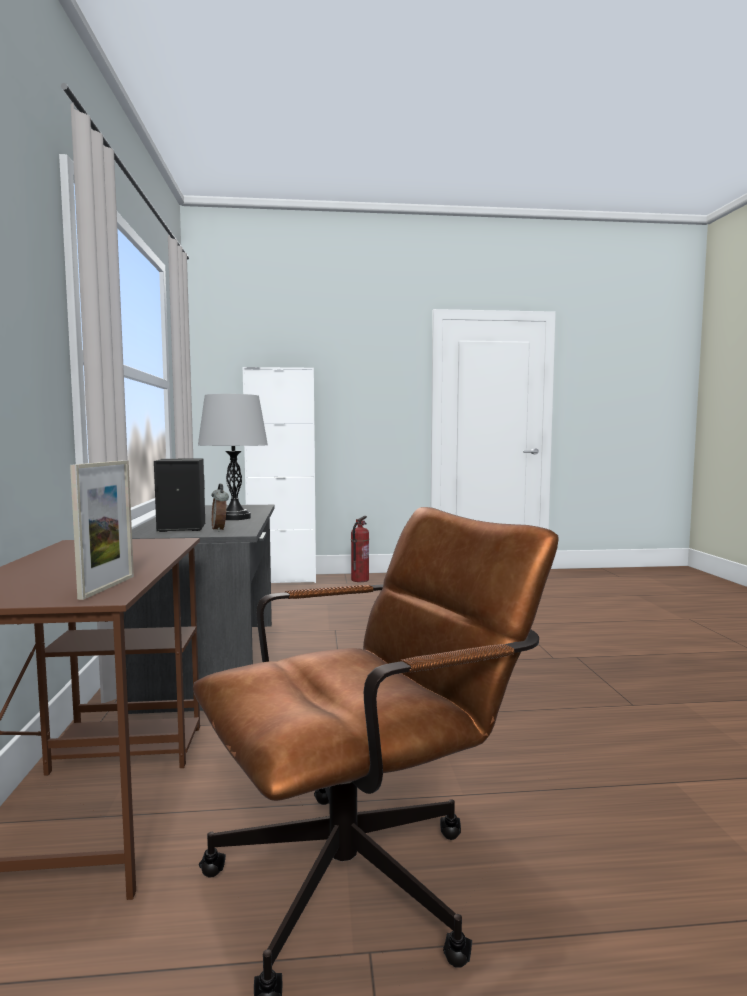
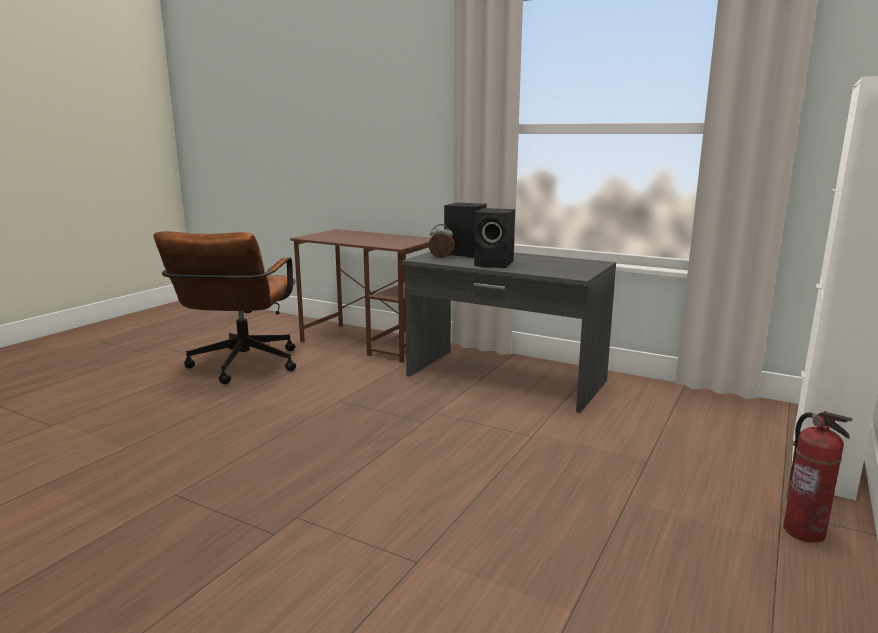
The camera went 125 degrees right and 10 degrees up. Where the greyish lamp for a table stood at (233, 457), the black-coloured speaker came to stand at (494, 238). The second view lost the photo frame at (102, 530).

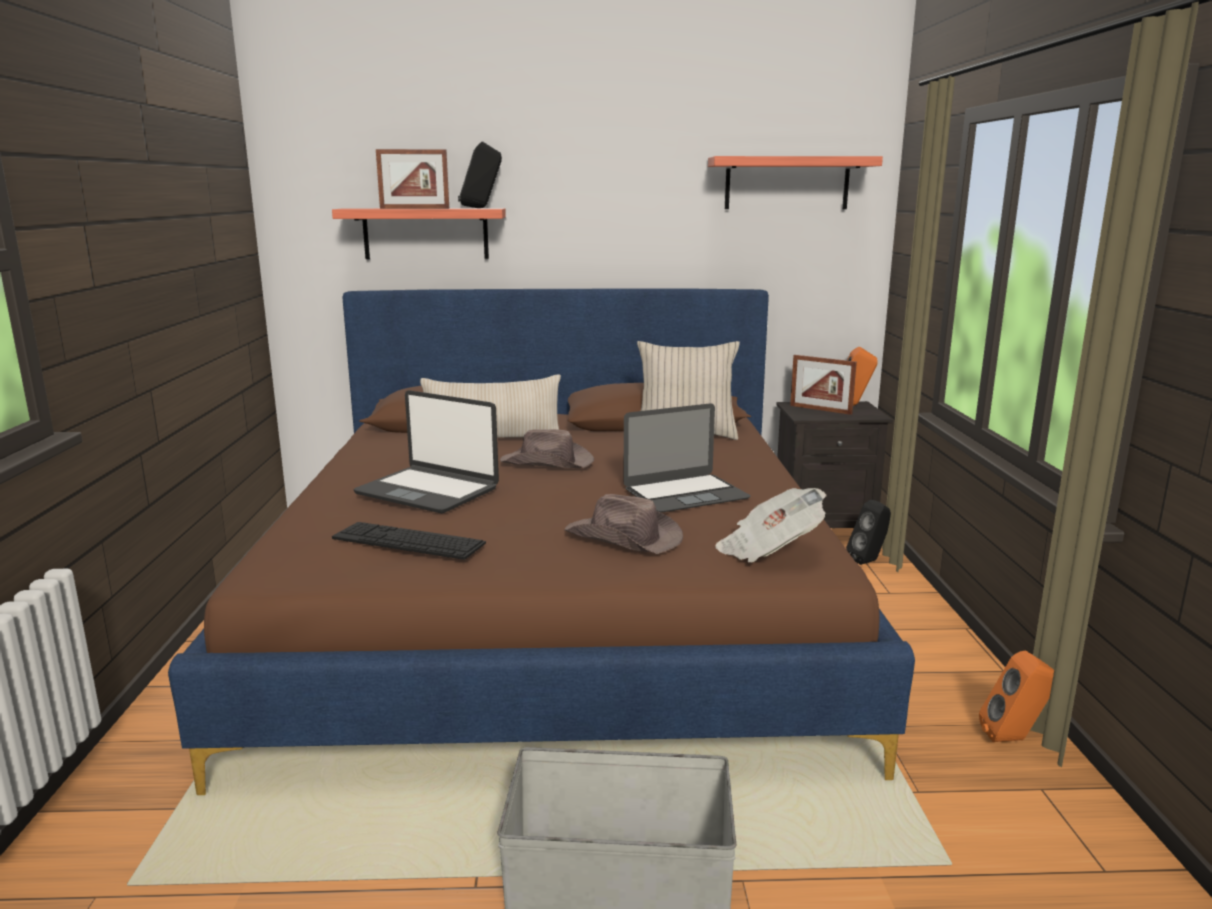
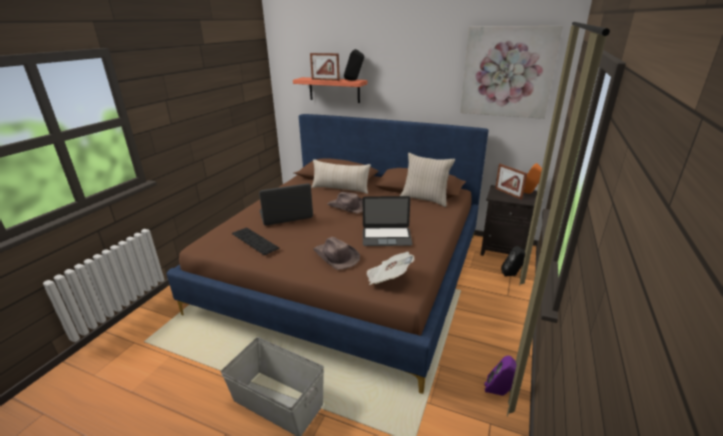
The camera went 25 degrees right and 10 degrees up. The notebook computer at (426, 451) ended up facing another way, 105 degrees clockwise from before. Where the bracket shelf hung at (795, 182), the picture came to hang at (511, 72). What was the orangey speaker at (1016, 696) turned into the purple-coloured speaker at (500, 376).

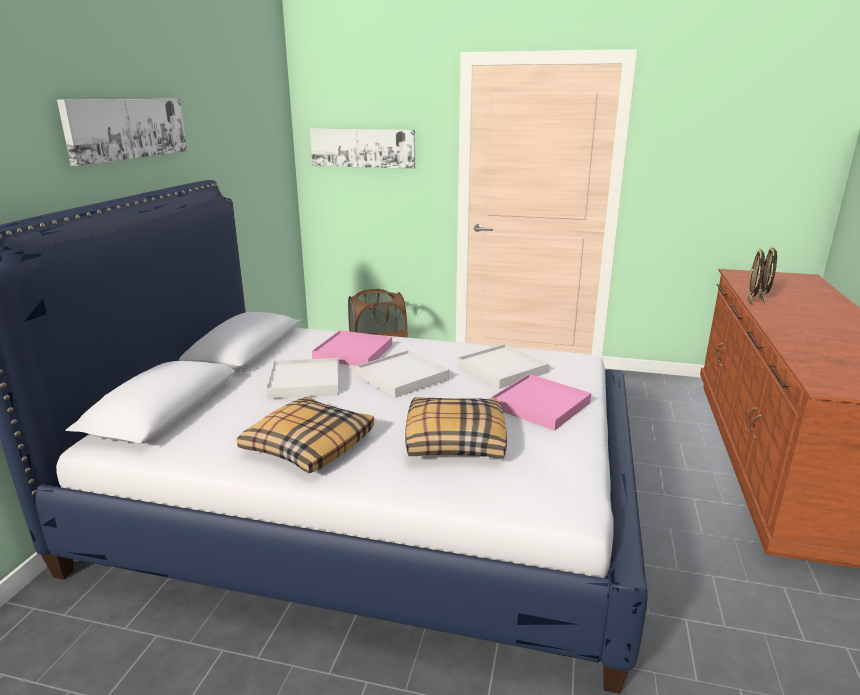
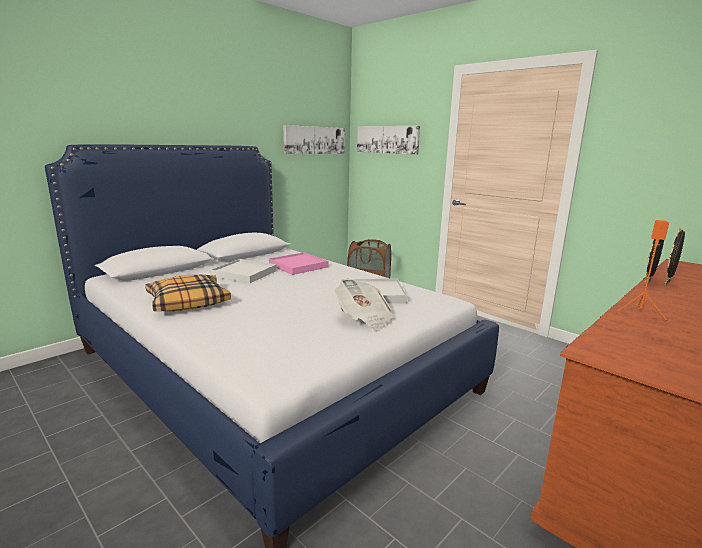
The camera went 30 degrees right and 5 degrees down. The picture ended up elsewhere, having gone from (122, 132) to (314, 139). Where the pinkish serving tray stood at (541, 402), the newspaper came to stand at (364, 305). The second view gained the orangey speaker at (642, 271). The second view lost the white serving tray at (402, 374). The second view lost the pillow at (456, 427).

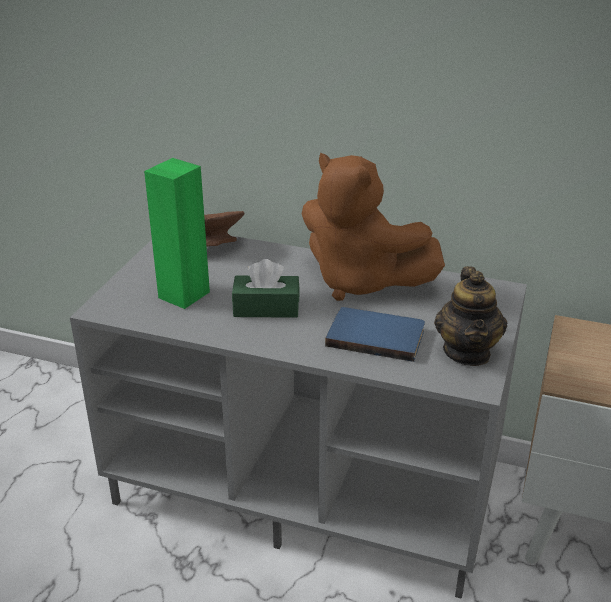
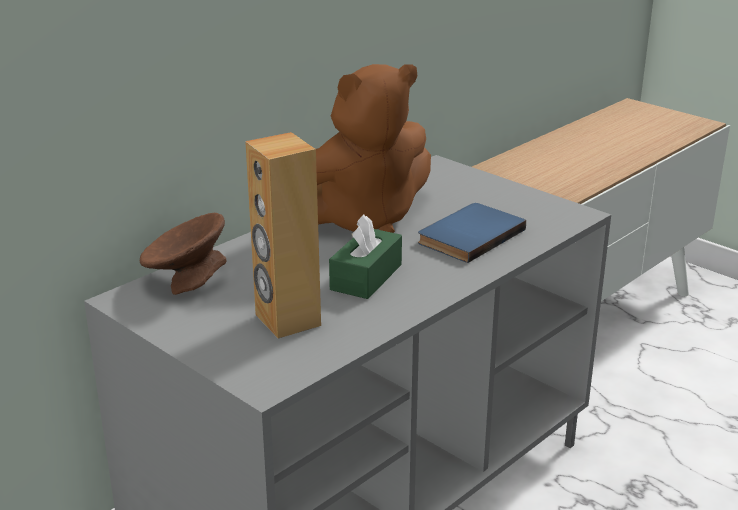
The camera went 65 degrees left and 5 degrees down. What was the green speaker at (177, 233) turned into the brown speaker at (283, 235). The second view lost the pot for tea at (470, 316).

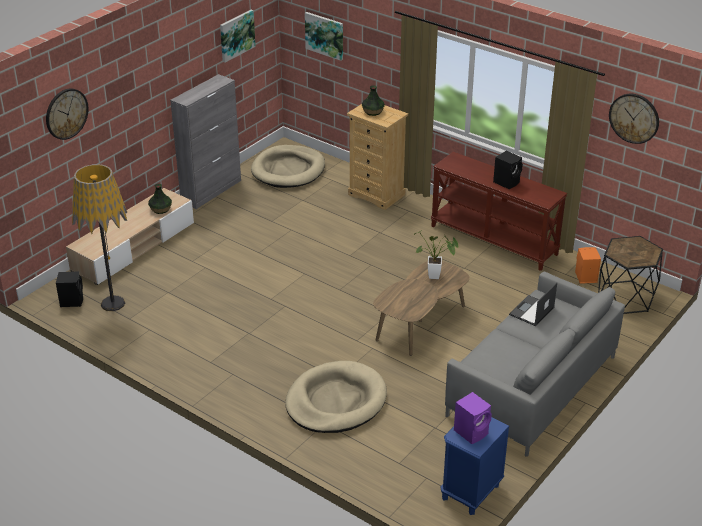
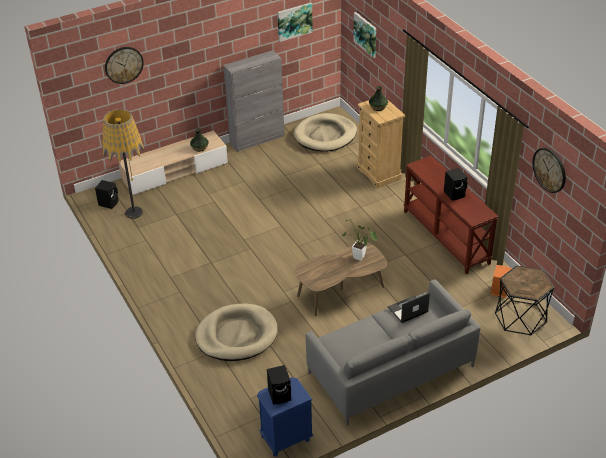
The camera went 25 degrees right and 5 degrees up. What was the purple-coloured speaker at (473, 418) turned into the black-coloured speaker at (279, 385).

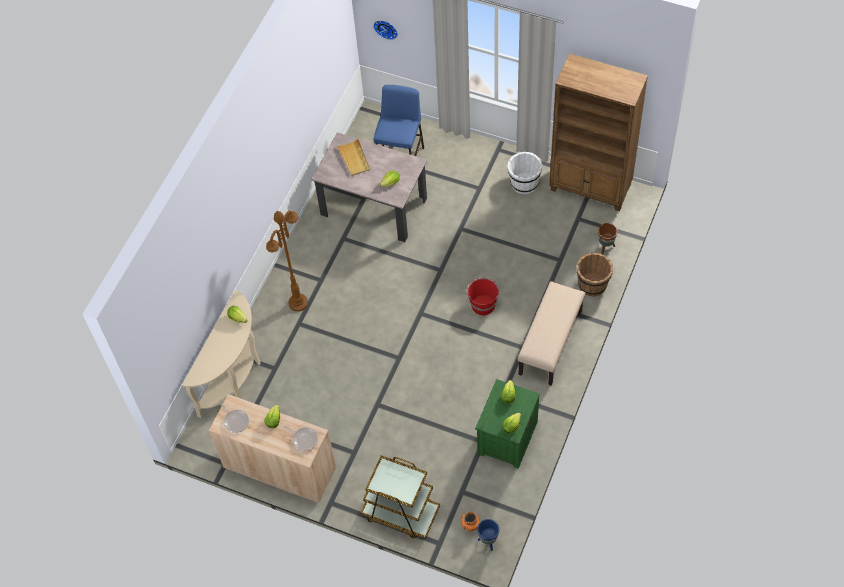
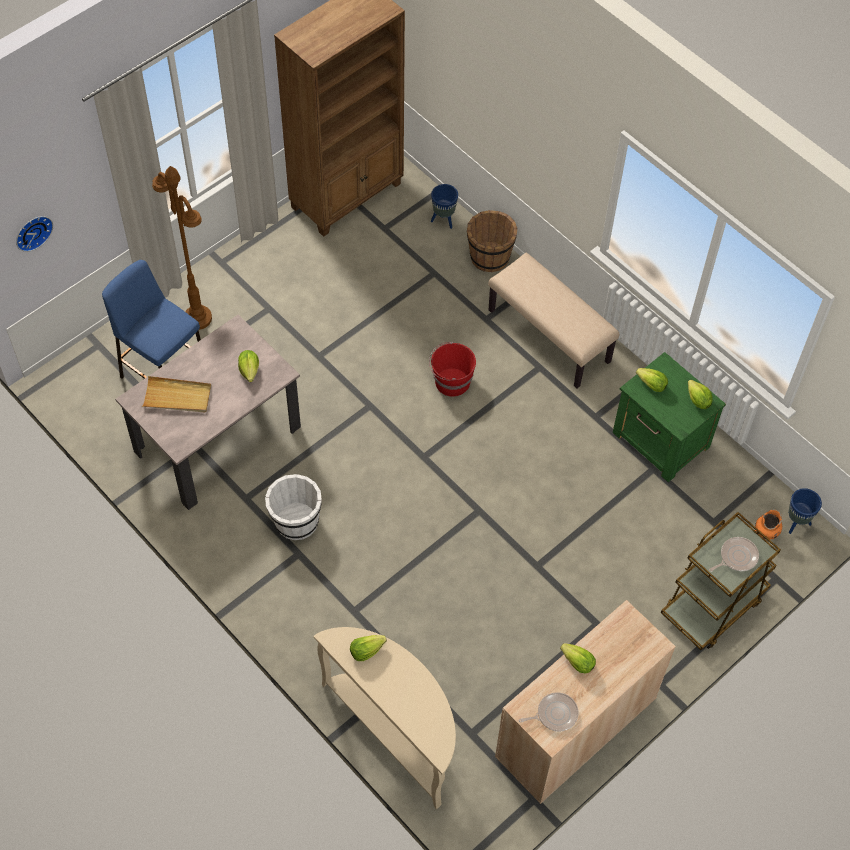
The camera went 70 degrees left and 0 degrees up. The brown standard lamp ended up elsewhere, having gone from (287, 261) to (182, 248). The white bucket ended up elsewhere, having gone from (524, 173) to (293, 507). What was the brown flower pot at (608, 238) turned into the blue flower pot at (444, 206). The frying pan ended up elsewhere, having gone from (301, 438) to (734, 554).

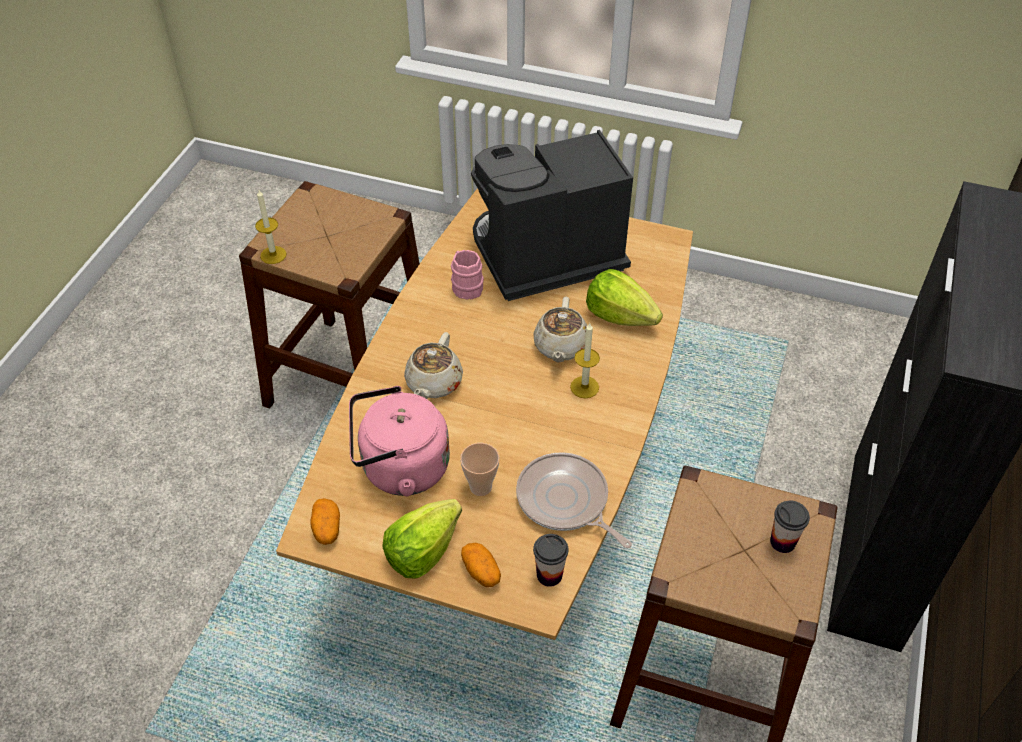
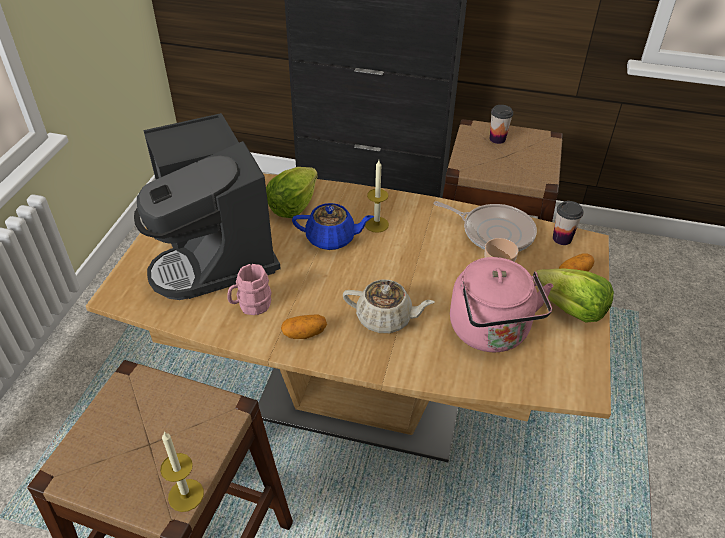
The camera went 95 degrees left and 5 degrees down. The whole potato ended up elsewhere, having gone from (325, 521) to (304, 326). What was the beige pot for tea at (560, 329) turned into the blue pot for tea at (333, 226). The frying pan at (574, 500) ended up facing another way, 105 degrees counterclockwise from before.

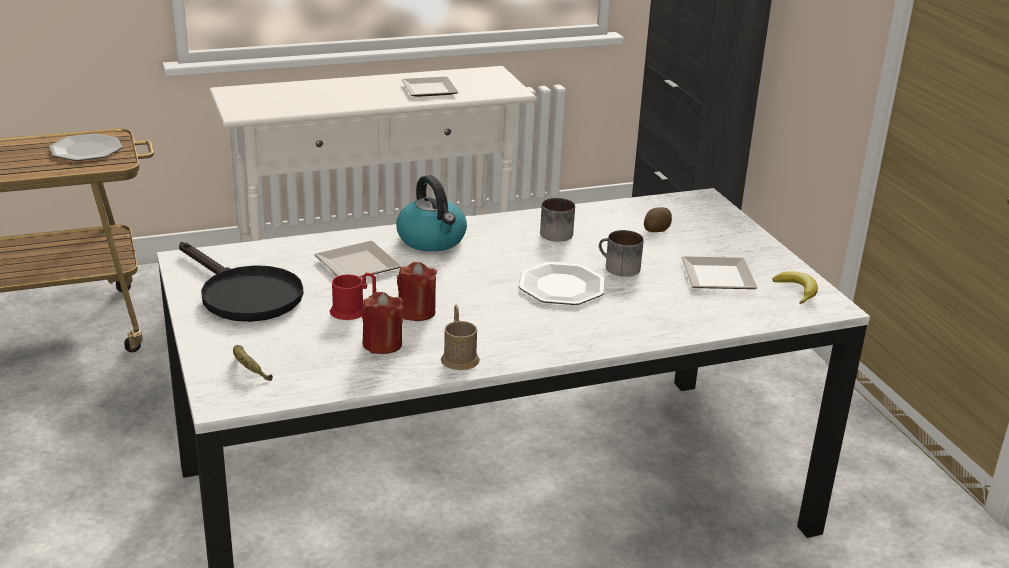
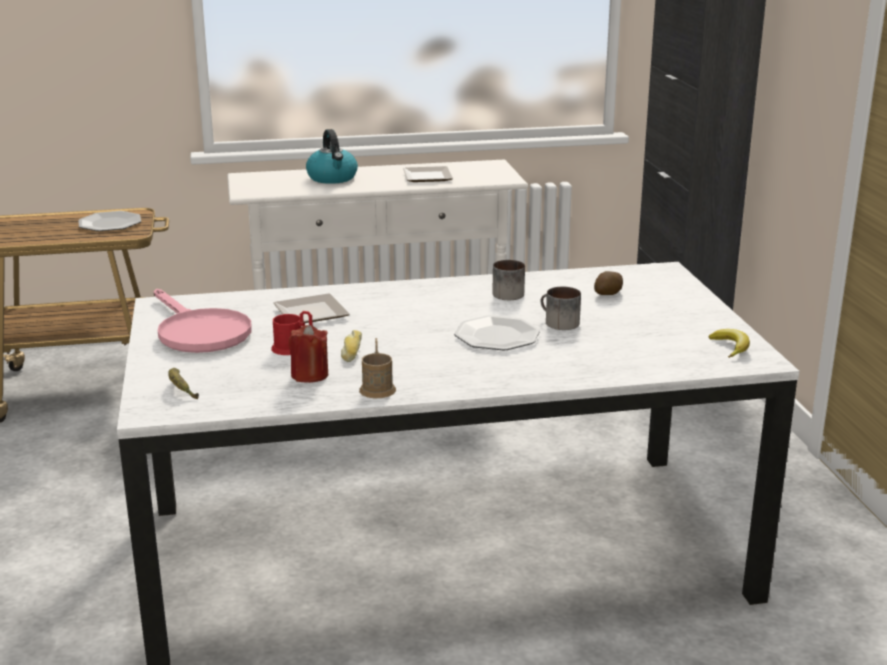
The camera went 10 degrees right and 5 degrees down. What was the black-coloured frying pan at (241, 282) turned into the pinkish frying pan at (203, 321). The water kettle ended up elsewhere, having gone from (431, 213) to (332, 156). Where the reddish candle stood at (417, 291), the bakery bread came to stand at (351, 346). The second view lost the plate at (719, 272).

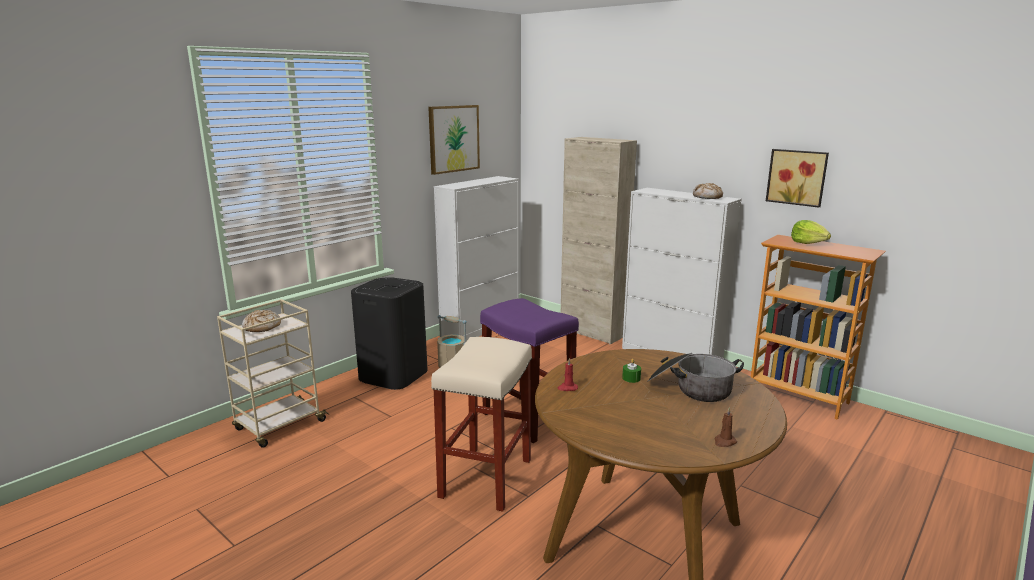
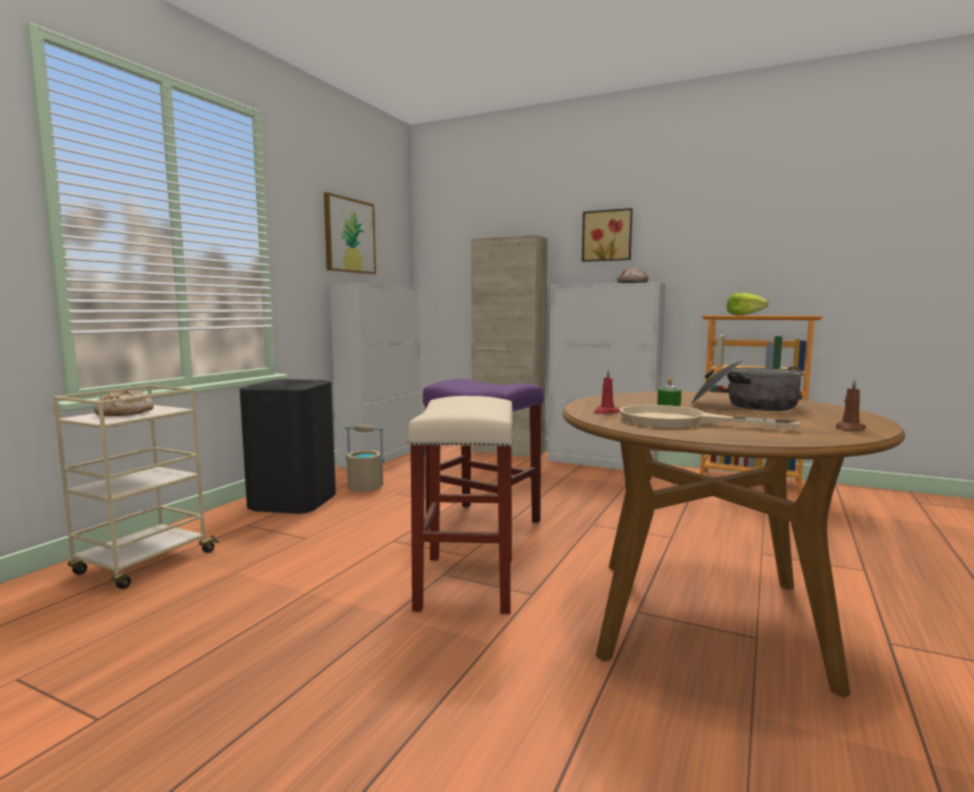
The camera went 15 degrees left and 10 degrees down. The picture ended up elsewhere, having gone from (797, 178) to (607, 235). The second view gained the beige frying pan at (710, 417).

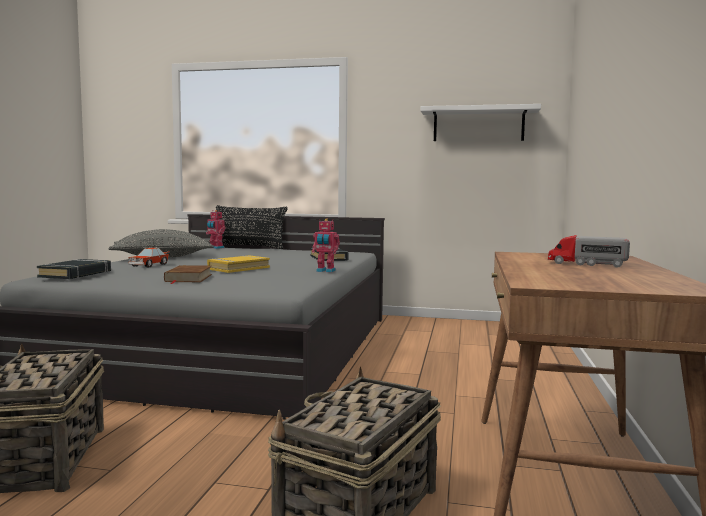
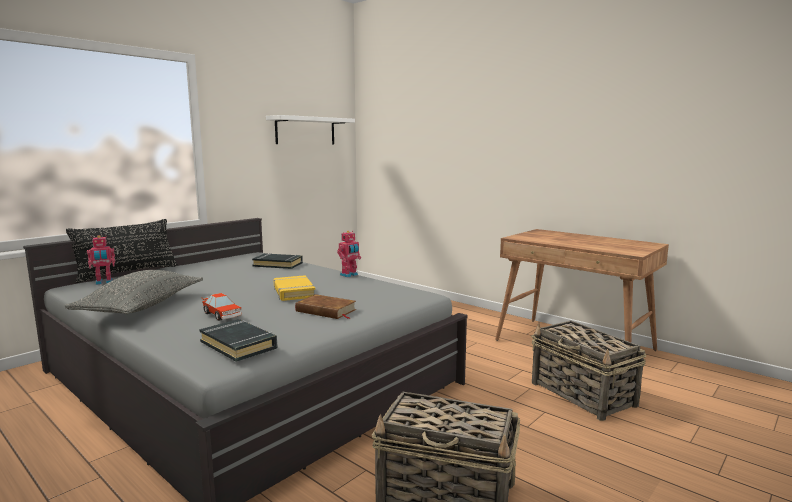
The camera went 60 degrees left and 5 degrees up. The second view lost the model truck at (589, 251).

